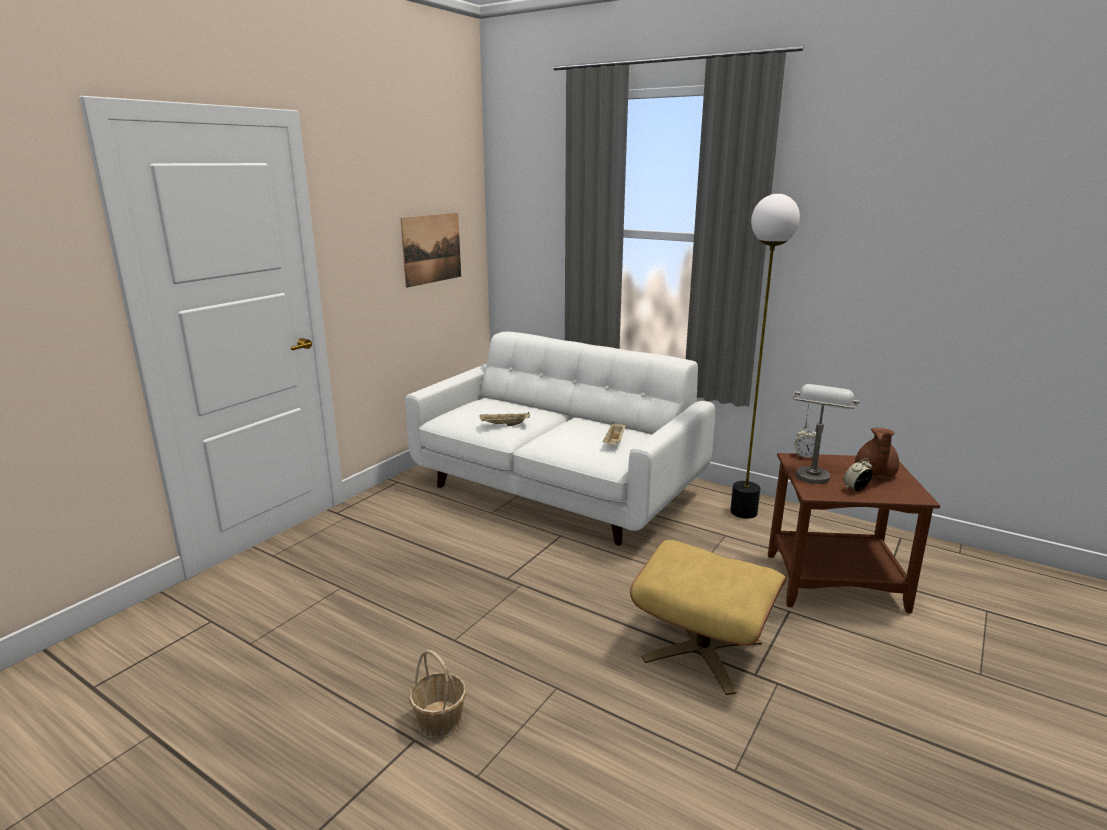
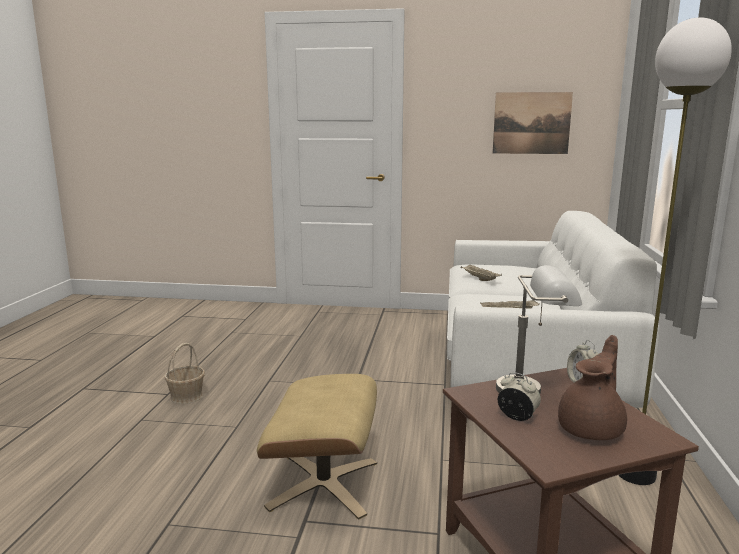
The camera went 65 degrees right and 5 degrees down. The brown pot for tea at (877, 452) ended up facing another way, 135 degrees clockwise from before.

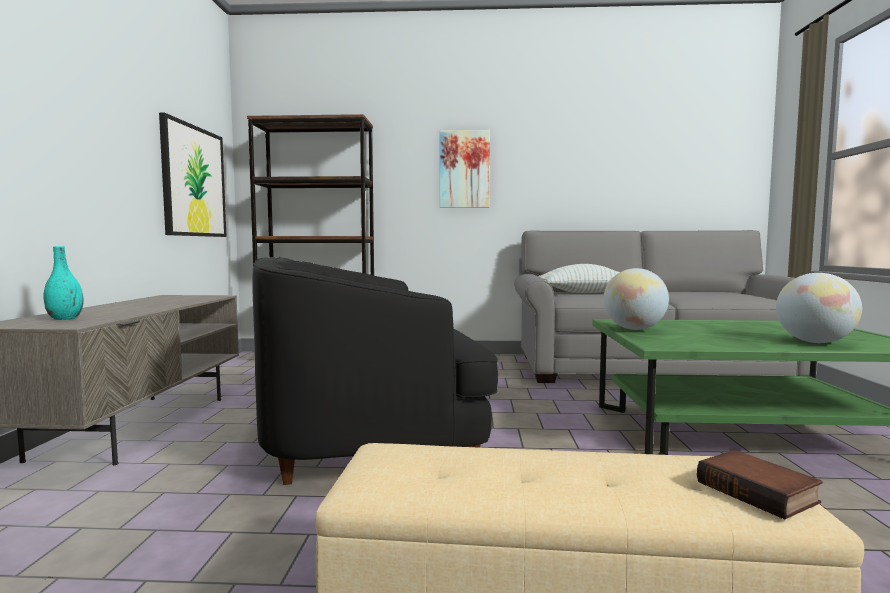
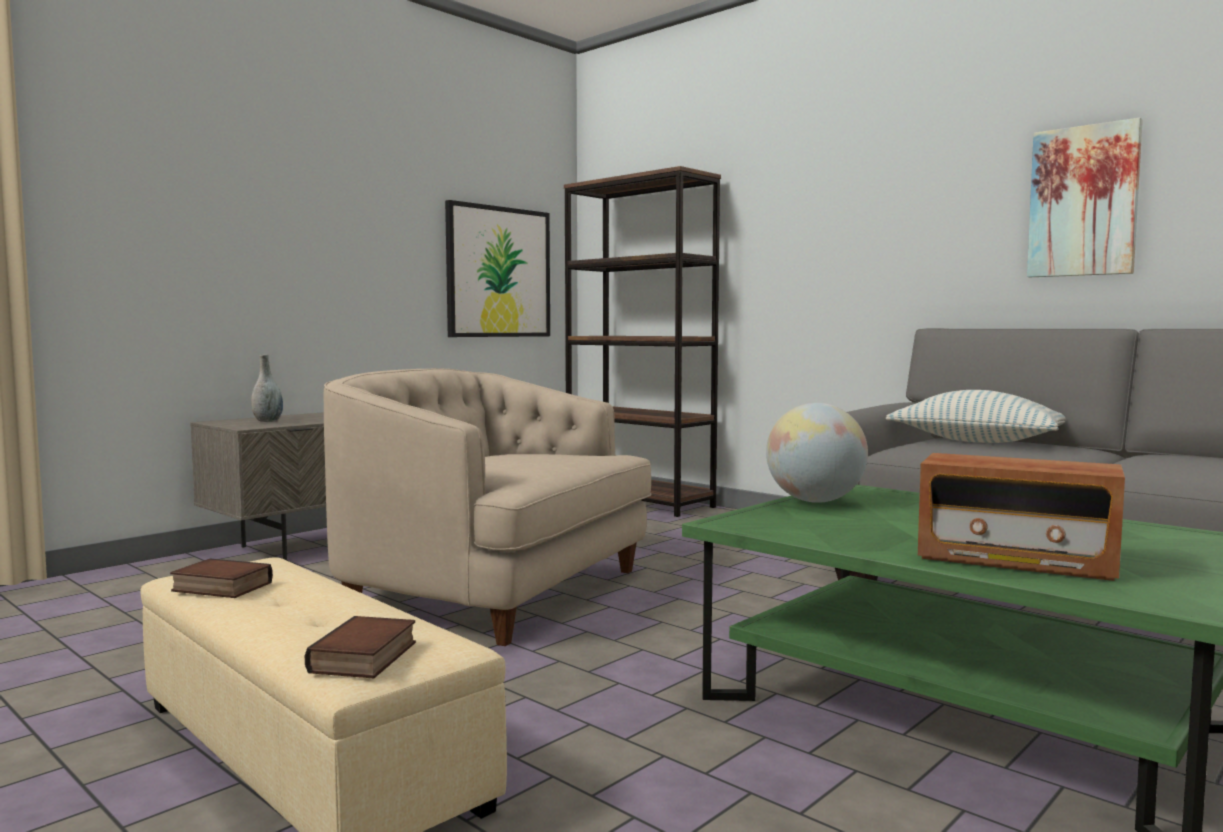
The camera went 40 degrees right and 0 degrees up. The second view gained the book at (221, 578). What was the turquoise flower vase at (63, 283) turned into the greyish flower vase at (267, 388). What was the black-coloured lounge chair at (375, 371) turned into the beige lounge chair at (488, 507). Where the world globe stood at (819, 308), the radio came to stand at (1021, 517). The picture ended up elsewhere, having gone from (465, 169) to (1085, 197).

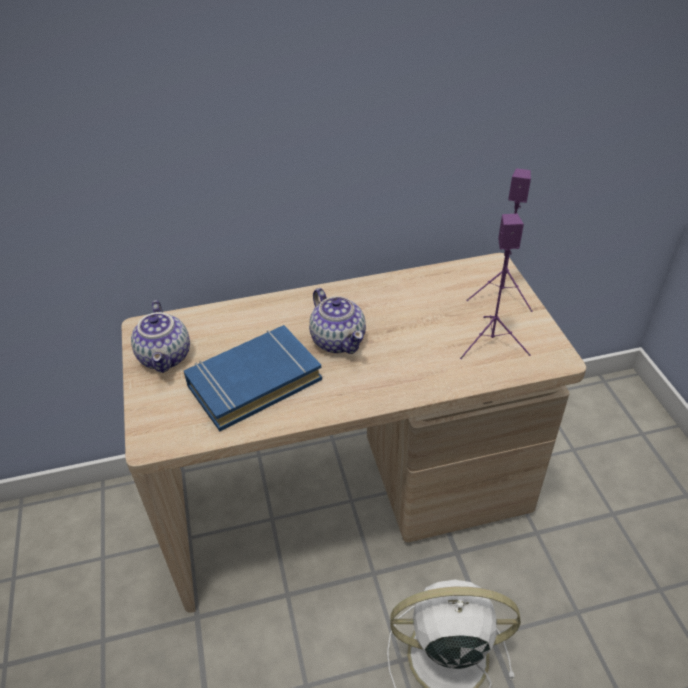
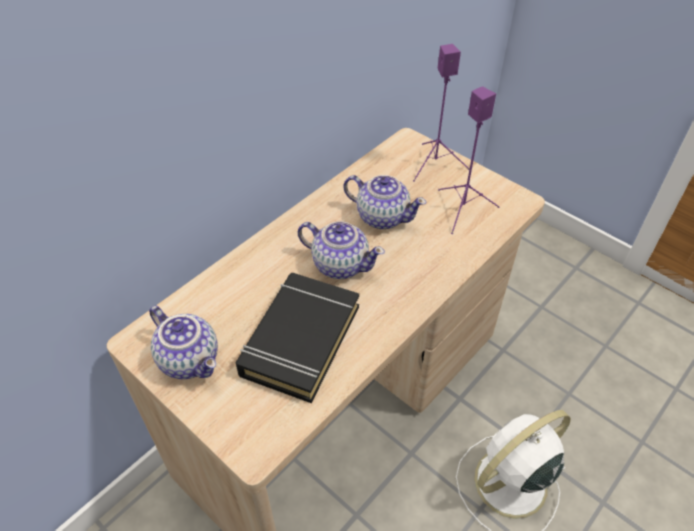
The camera went 35 degrees left and 5 degrees up. What was the blue book at (253, 378) turned into the black-coloured book at (297, 338). The second view gained the pot for tea at (385, 202).

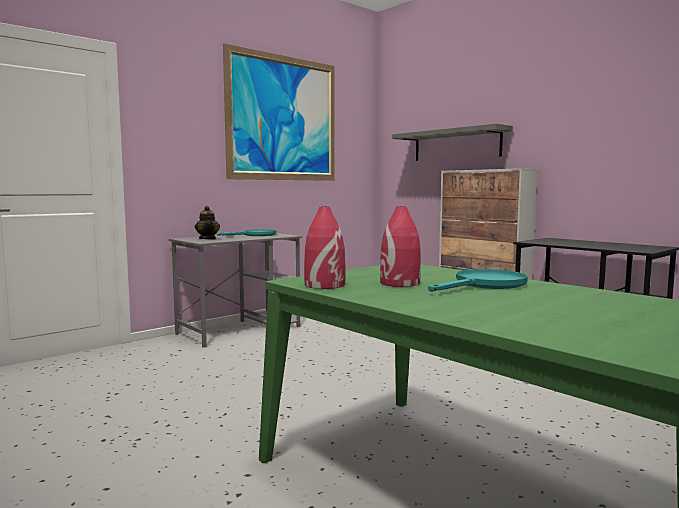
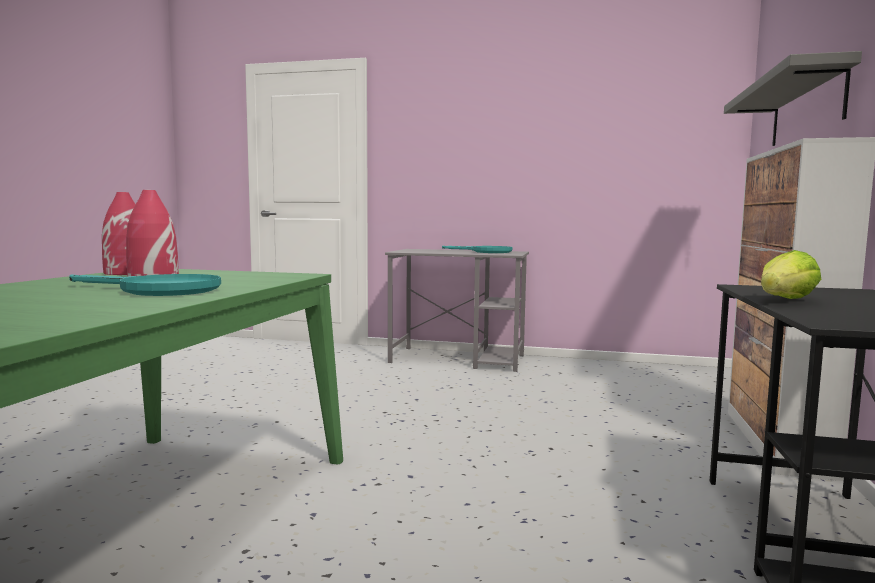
The camera went 55 degrees right and 0 degrees up. The second view gained the lettuce at (791, 274). The second view lost the pot for tea at (207, 223). The second view lost the picture at (279, 112).

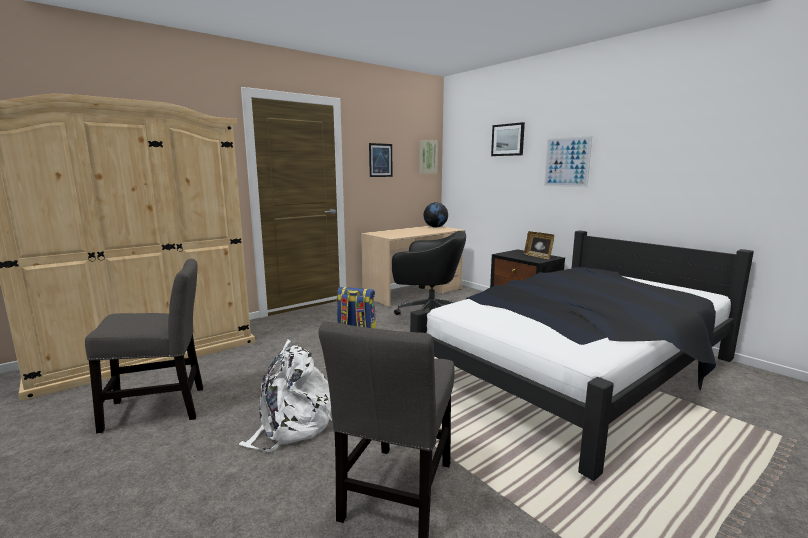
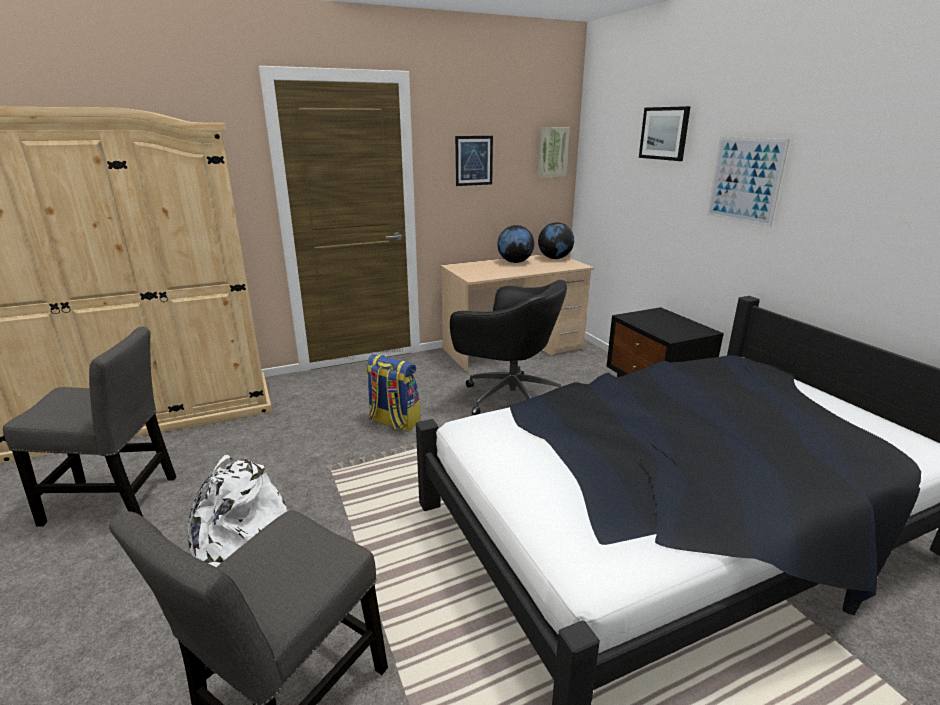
The camera went 15 degrees right and 10 degrees up. The second view gained the world globe at (515, 244). The second view lost the photo frame at (539, 245).

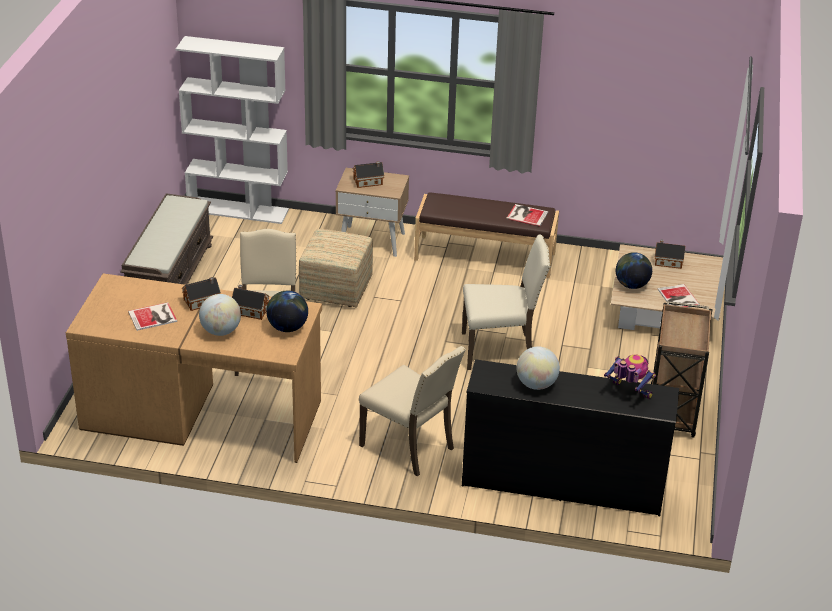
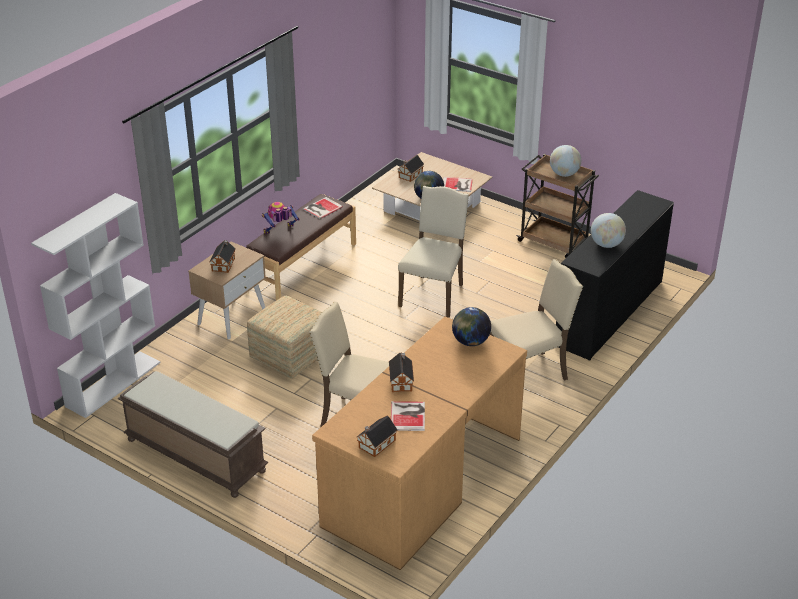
The camera went 65 degrees left and 0 degrees up. The model robot ended up elsewhere, having gone from (630, 376) to (281, 218). The miniature house ended up elsewhere, having gone from (251, 302) to (377, 436). The world globe ended up elsewhere, having gone from (220, 315) to (565, 161).

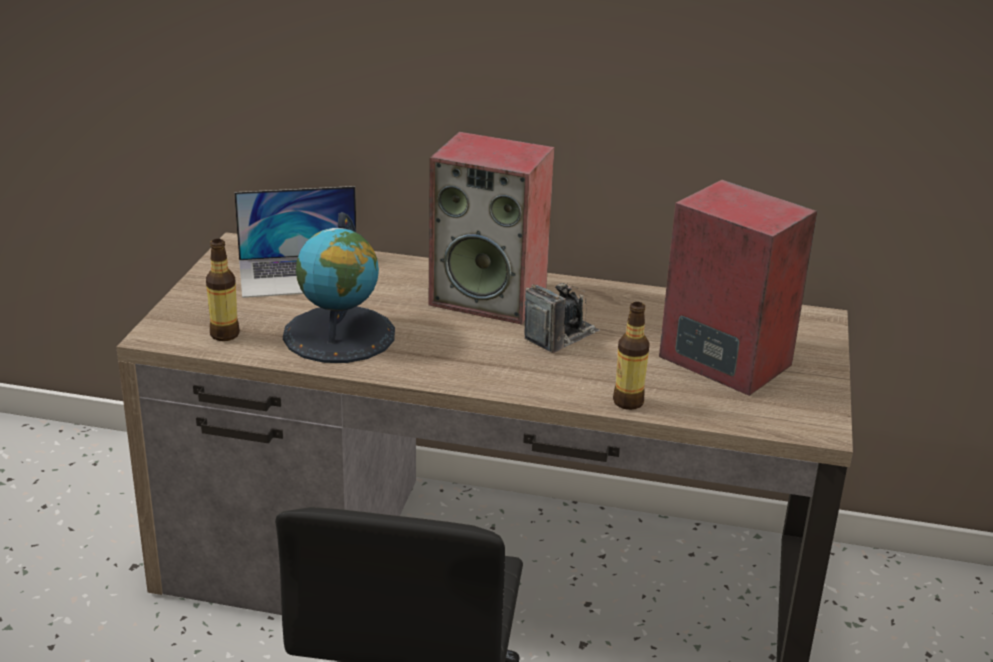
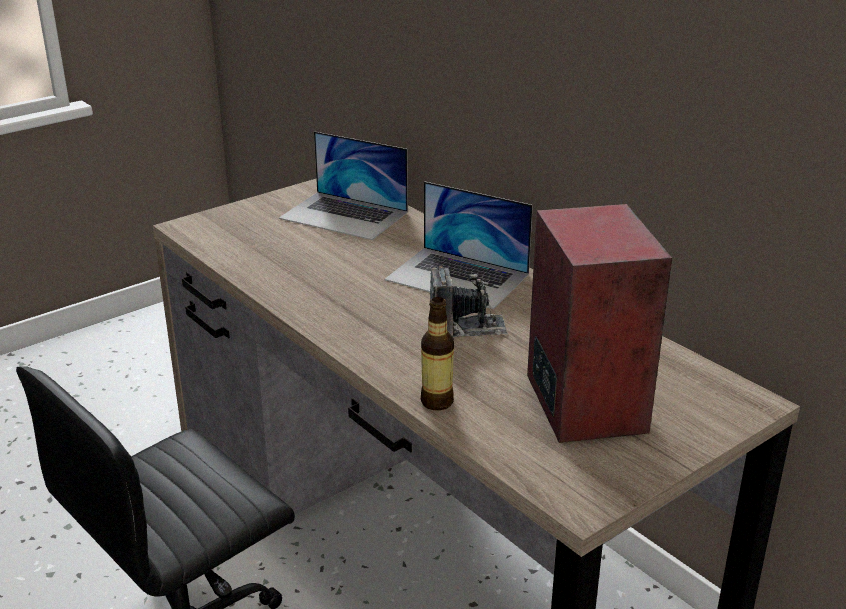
The camera went 40 degrees right and 0 degrees up. Where the speaker stood at (492, 228), the notebook computer came to stand at (459, 245). The second view lost the bottle at (223, 290). The second view lost the world globe at (339, 287).

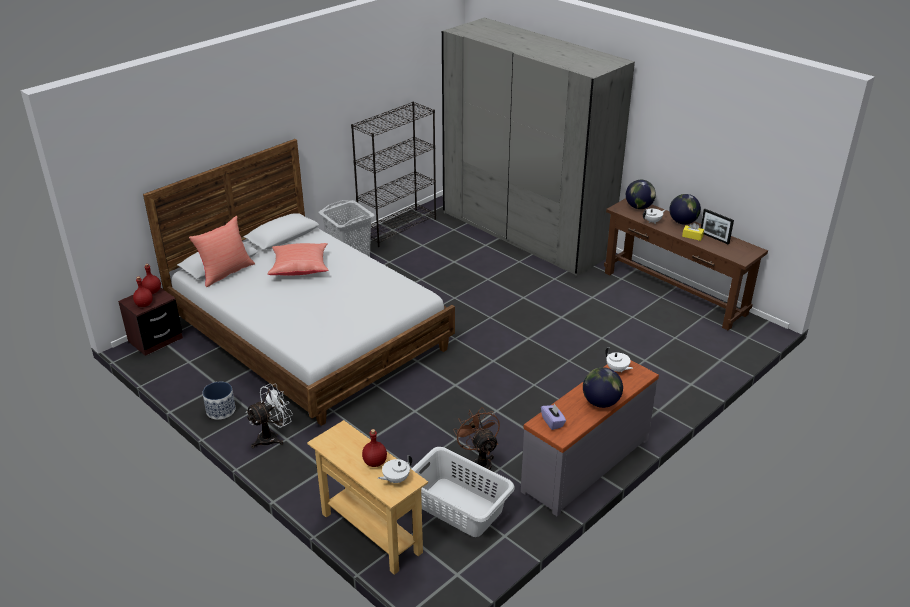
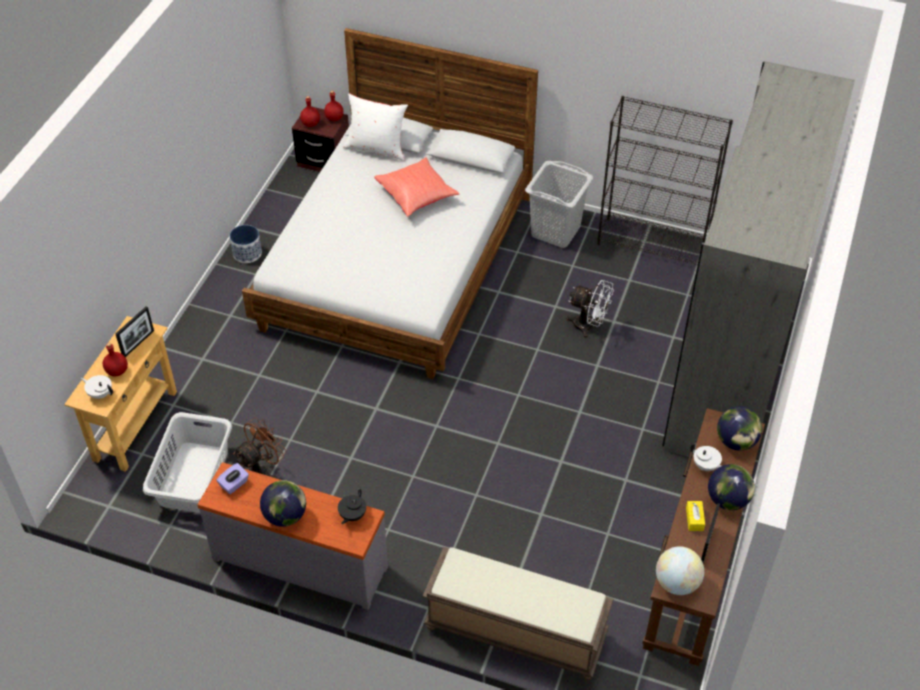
The camera went 65 degrees right and 15 degrees up. The second view gained the photo frame at (134, 331). What was the white pot for tea at (619, 359) turned into the black-coloured pot for tea at (352, 506). What was the reddish pillow at (222, 251) turned into the white pillow at (375, 127). The second view gained the brown long seat at (518, 614). The white electric fan ended up elsewhere, having gone from (269, 416) to (590, 309). The second view gained the world globe at (680, 570).

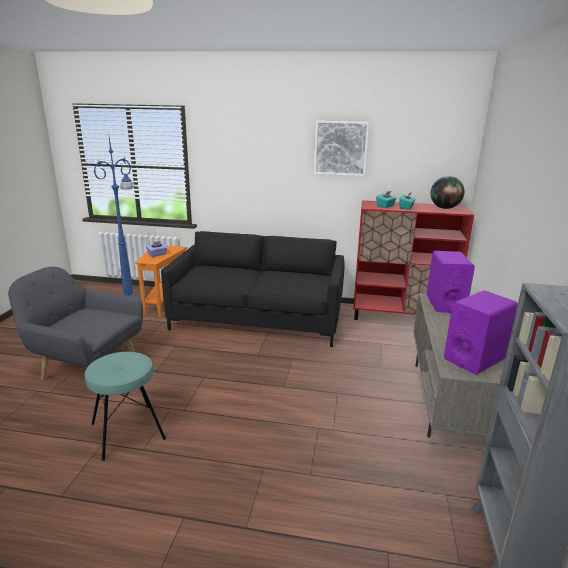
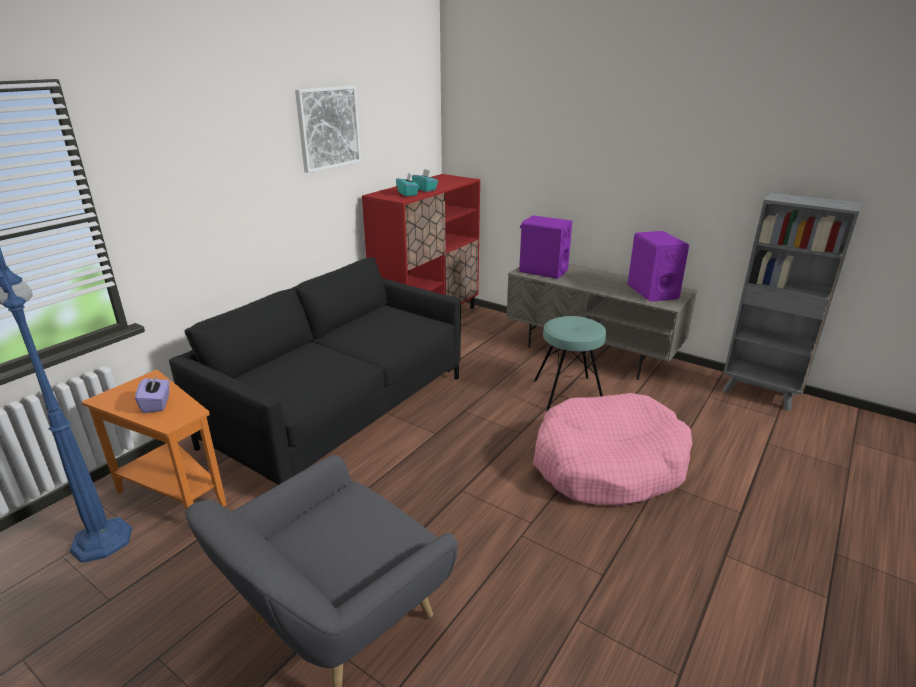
The camera went 65 degrees left and 5 degrees up. The second view gained the pinkish dog cushion at (612, 449). The turquoise stool ended up elsewhere, having gone from (125, 406) to (570, 363). The second view lost the world globe at (448, 192).

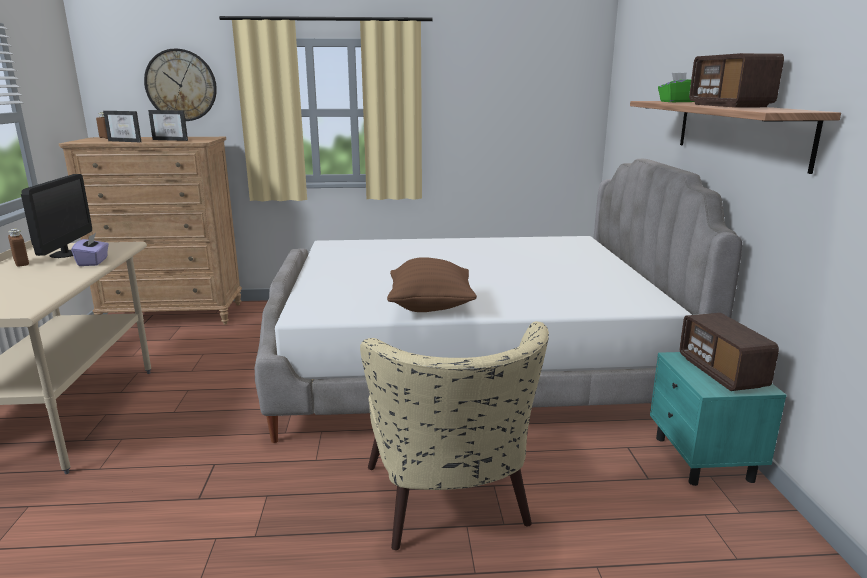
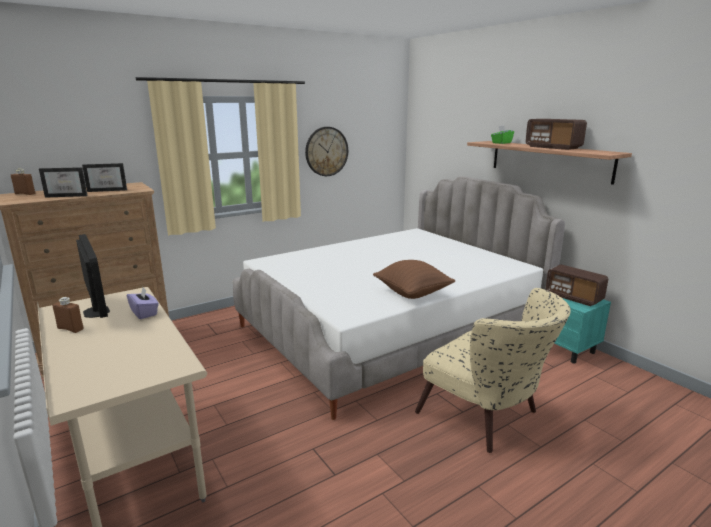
The camera went 30 degrees left and 0 degrees up. The hanging clock ended up elsewhere, having gone from (180, 85) to (326, 151).

